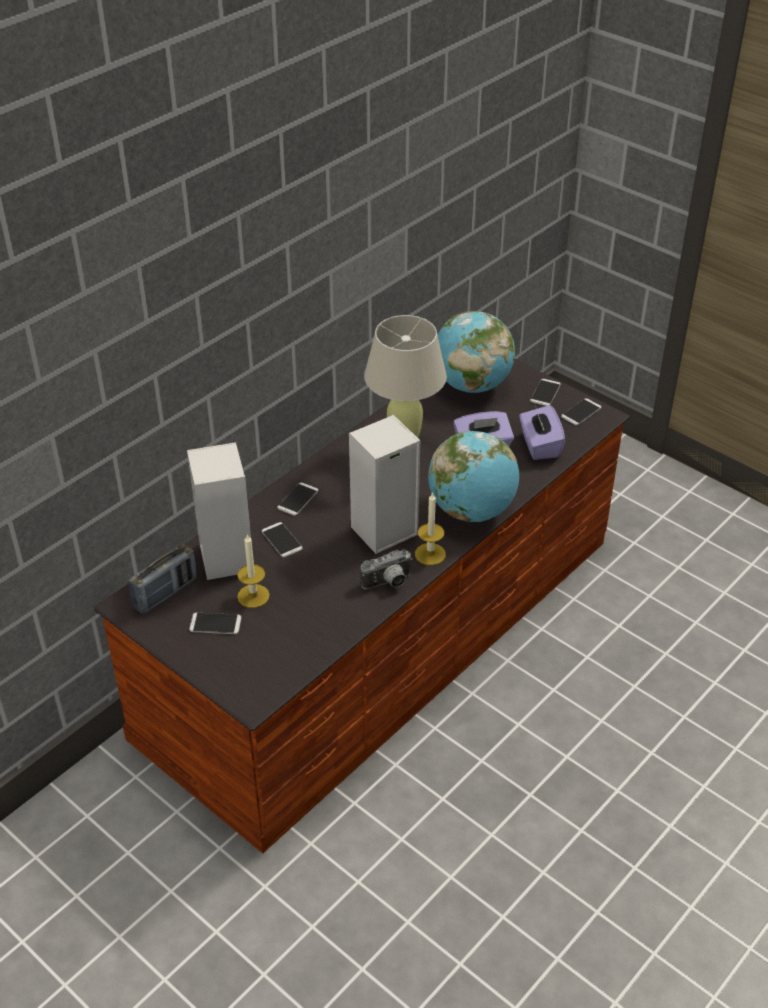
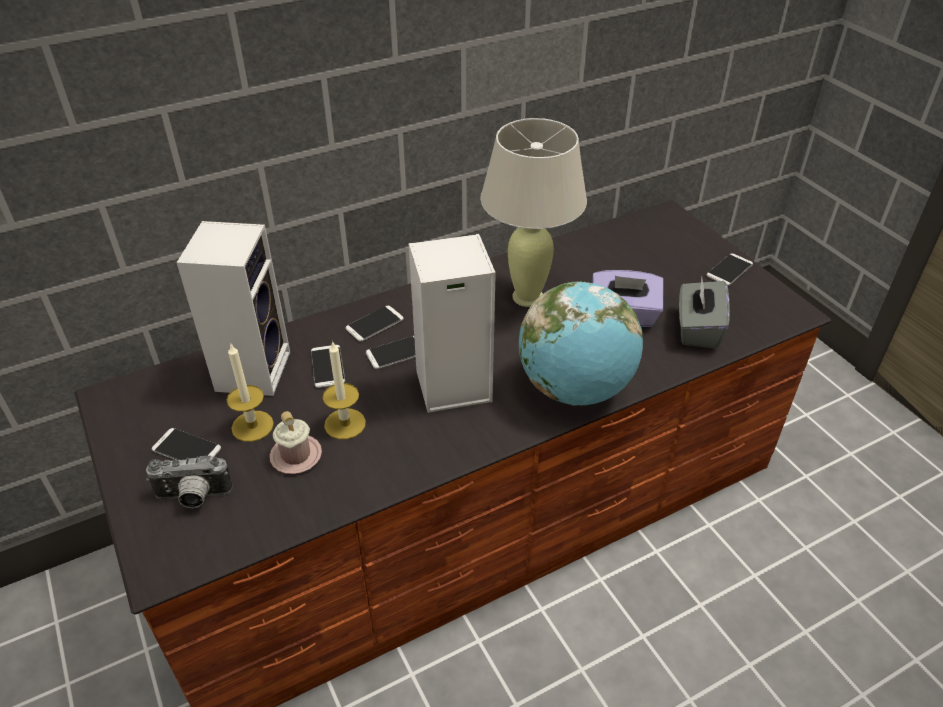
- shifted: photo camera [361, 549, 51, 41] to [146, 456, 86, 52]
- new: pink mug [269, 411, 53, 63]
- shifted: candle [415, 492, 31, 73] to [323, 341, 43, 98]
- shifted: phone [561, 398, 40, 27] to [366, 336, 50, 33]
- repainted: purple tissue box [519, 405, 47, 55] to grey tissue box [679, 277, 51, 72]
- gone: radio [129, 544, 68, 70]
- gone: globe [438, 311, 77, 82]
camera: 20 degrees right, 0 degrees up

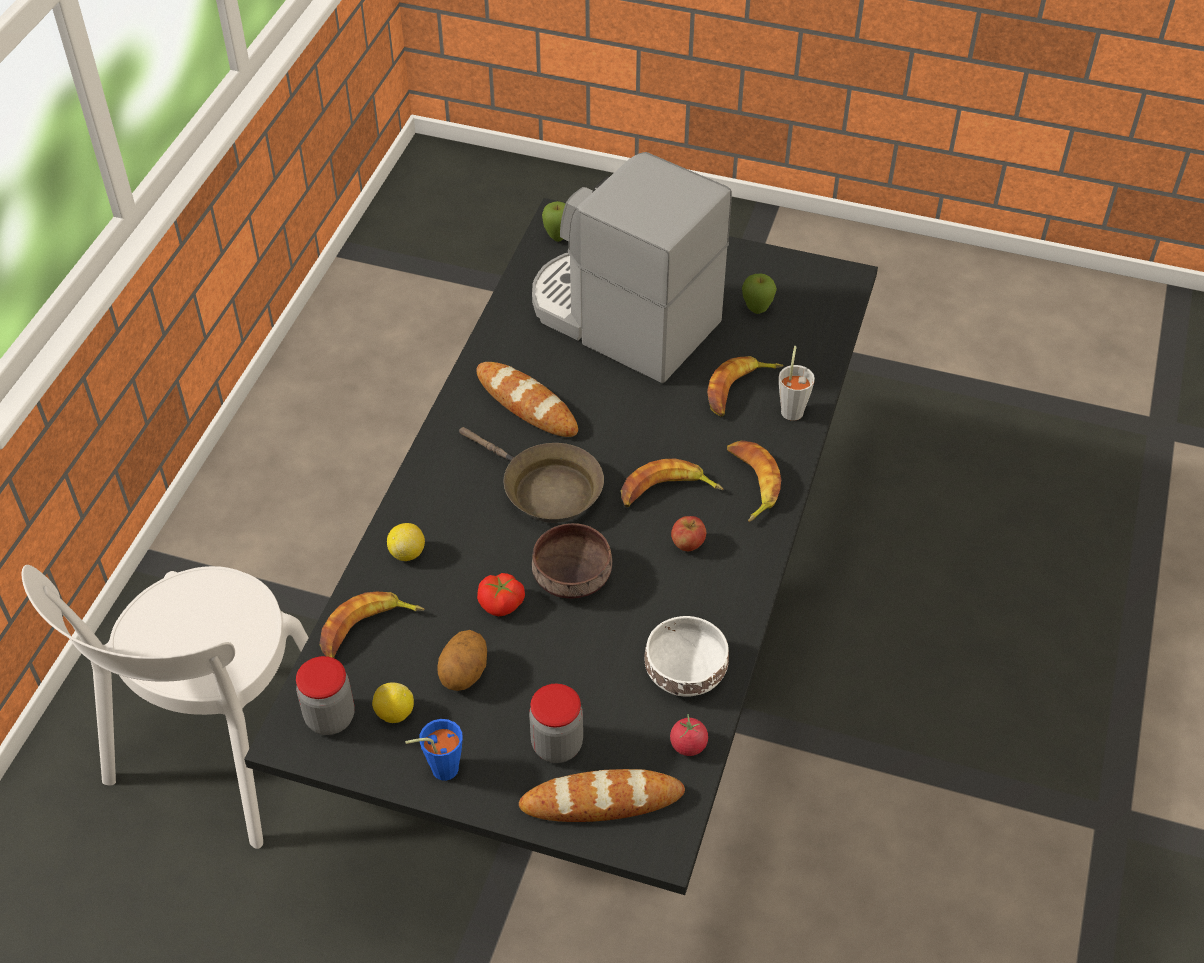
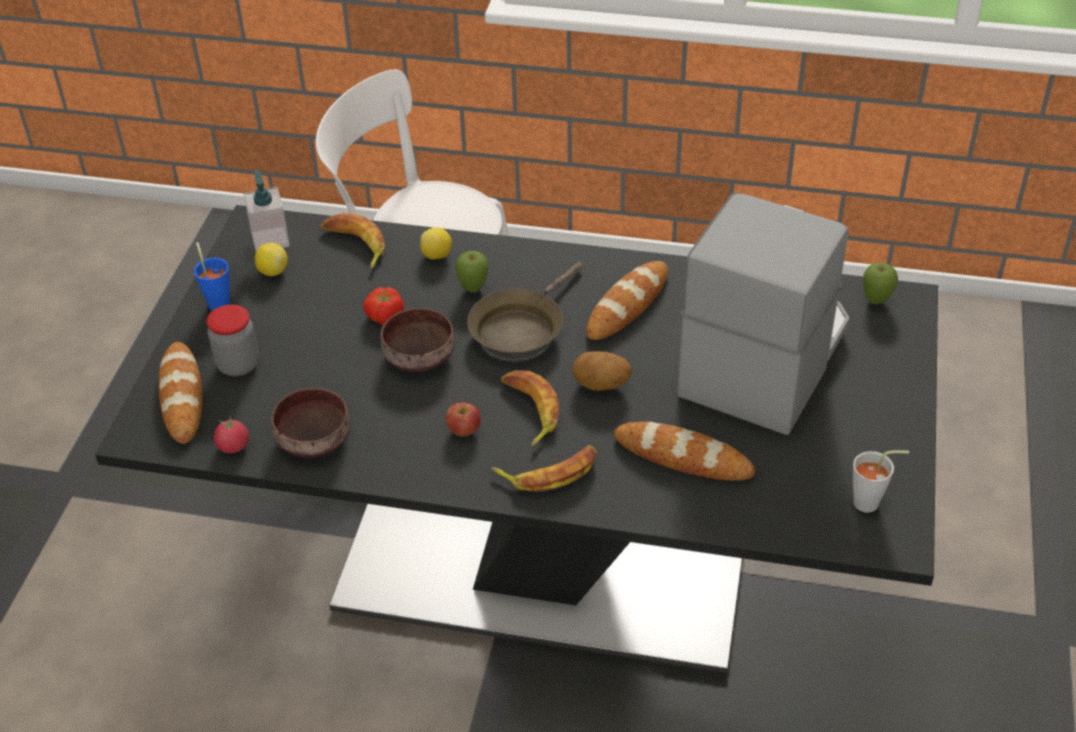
- swapped: jar [296, 656, 59, 79] to soap dispenser [244, 169, 46, 82]
- repainted: white bowl [644, 616, 85, 81] to brown bowl [271, 388, 79, 69]
- shifted: apple [742, 274, 35, 40] to [455, 251, 33, 42]
- shifted: potato [438, 630, 49, 61] to [572, 351, 60, 40]
- swapped: banana [707, 356, 76, 60] to bread [614, 422, 141, 59]
- shifted: grey cup [779, 346, 36, 75] to [853, 450, 56, 63]
camera: 85 degrees right, 5 degrees down

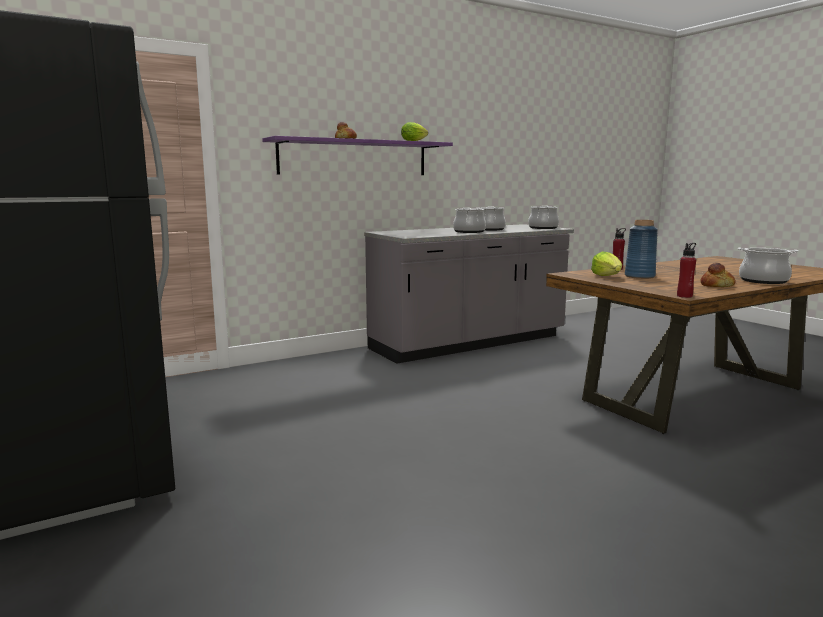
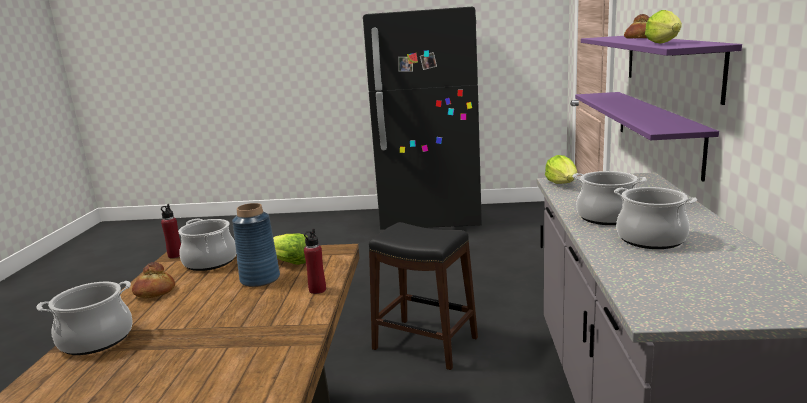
- shifted: cooking pot [528, 206, 31, 23] to [178, 218, 58, 53]
- new: black stool [369, 222, 109, 148]
- new: lettuce [545, 155, 32, 29]
- new: purple shelf [575, 92, 144, 89]
camera: 125 degrees right, 5 degrees up

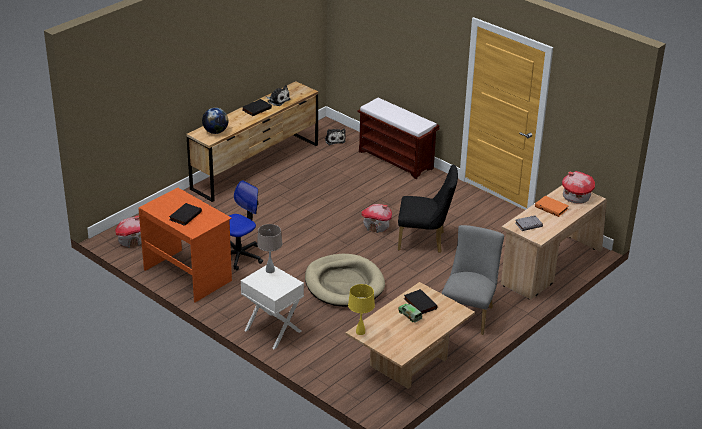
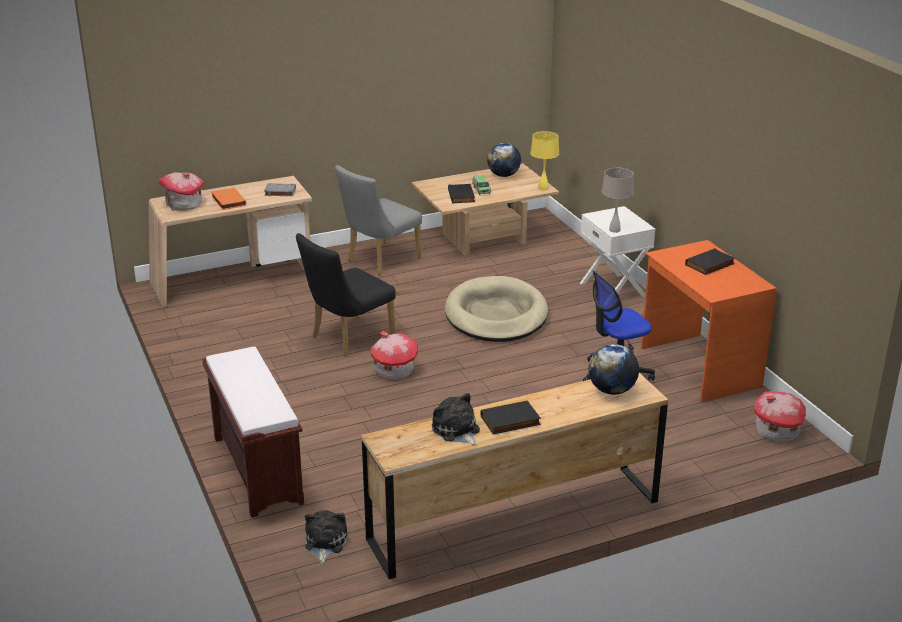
- rotated: black chair [398, 164, 60, 89] = [296, 233, 100, 124] 75 degrees counterclockwise
- new: globe [487, 143, 34, 34]
camera: 155 degrees left, 5 degrees down

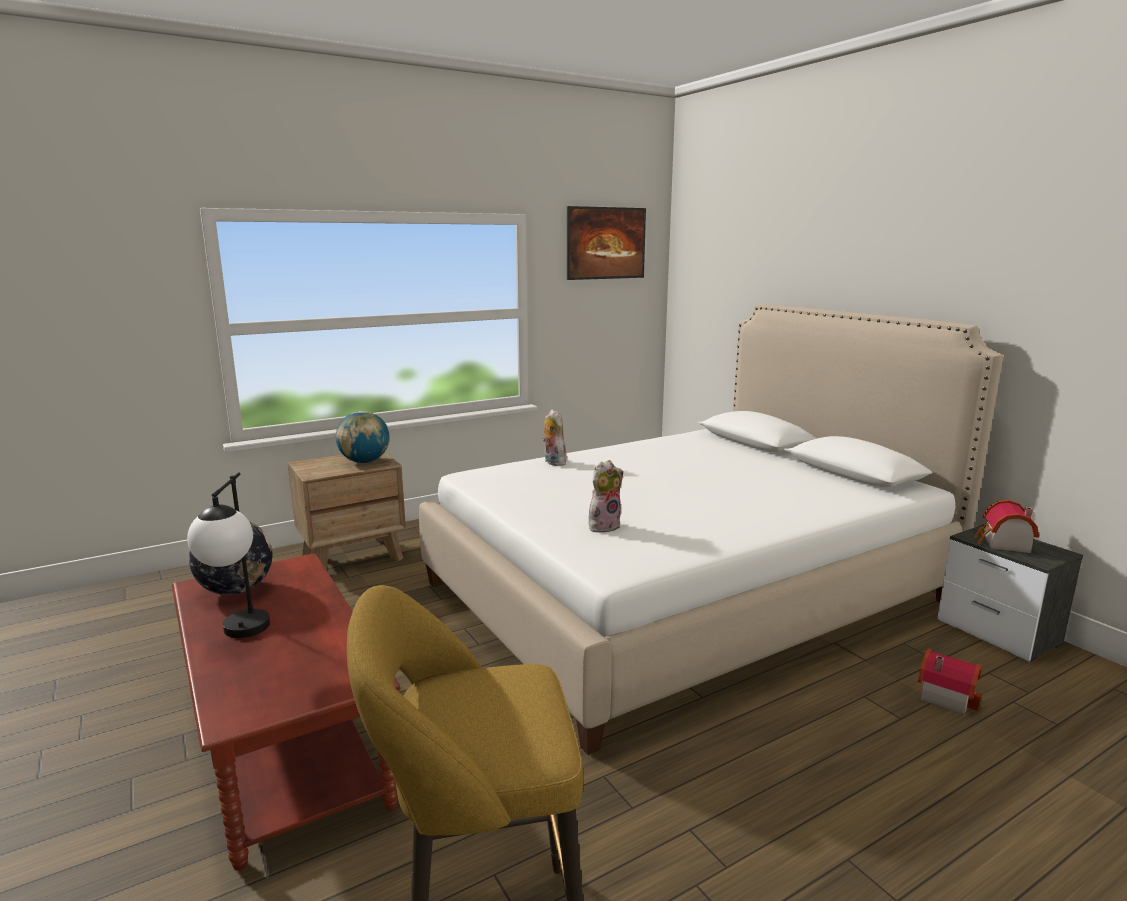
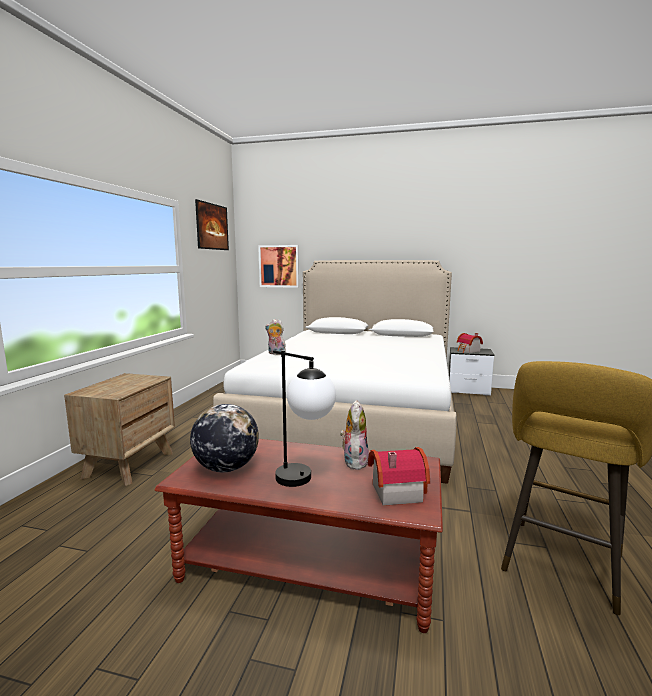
- new: picture [258, 245, 41, 43]
- shifted: plush toy [589, 460, 35, 73] to [340, 400, 29, 70]
- shifted: toy house [918, 649, 64, 66] to [368, 447, 62, 59]
- gone: globe [336, 411, 54, 52]
camera: 45 degrees left, 5 degrees down

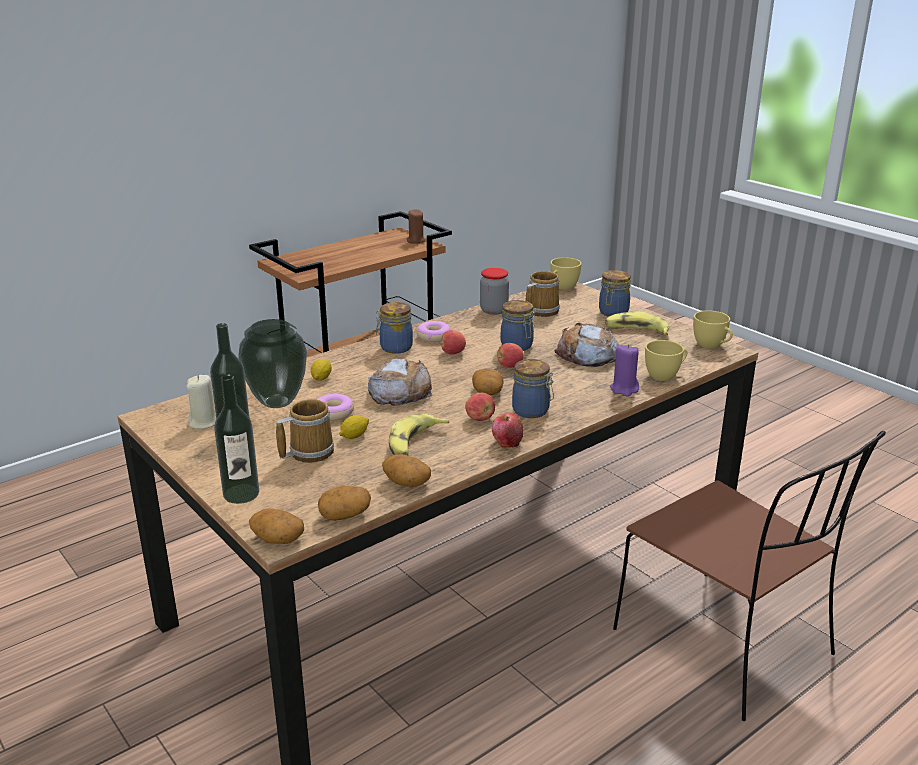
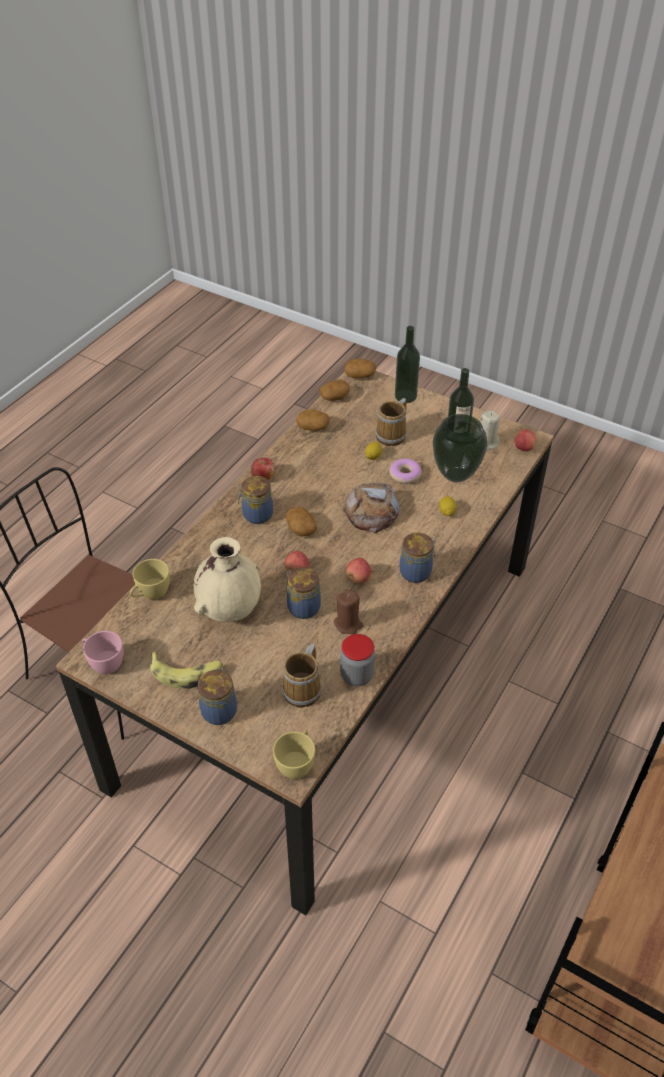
- repainted: yellow cup [693, 310, 40, 39] to pink cup [82, 631, 41, 43]
- swapped: bread [554, 323, 66, 44] to beige vase [194, 537, 67, 85]
- shifted: brown candle [406, 209, 19, 35] to [334, 590, 30, 45]
- shifted: apple [465, 393, 30, 28] to [515, 430, 22, 21]
- gone: banana [389, 413, 60, 43]
- gone: donut [416, 321, 35, 21]
- gone: purple candle [610, 344, 29, 53]
camera: 160 degrees right, 20 degrees up

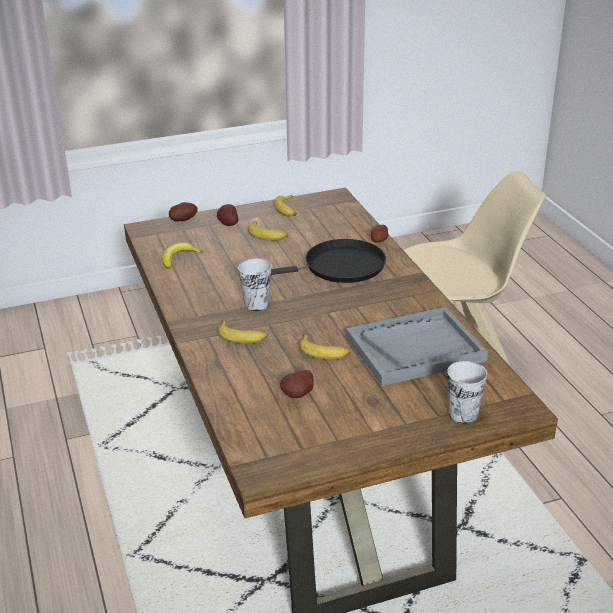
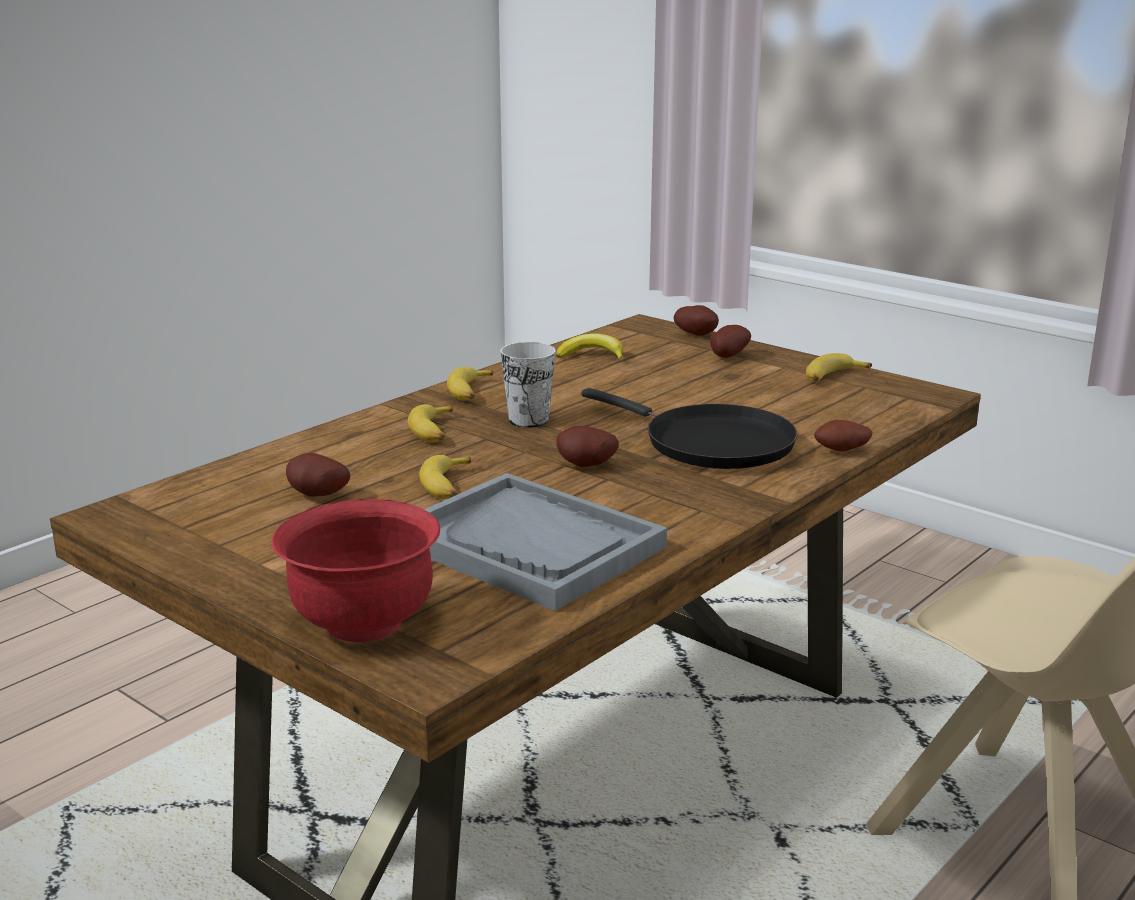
- swapped: cup [447, 361, 40, 63] to red bowl [272, 499, 168, 143]
- shifted: banana [248, 221, 40, 20] to [447, 367, 46, 34]
- new: potato [556, 426, 63, 41]
camera: 60 degrees right, 10 degrees down

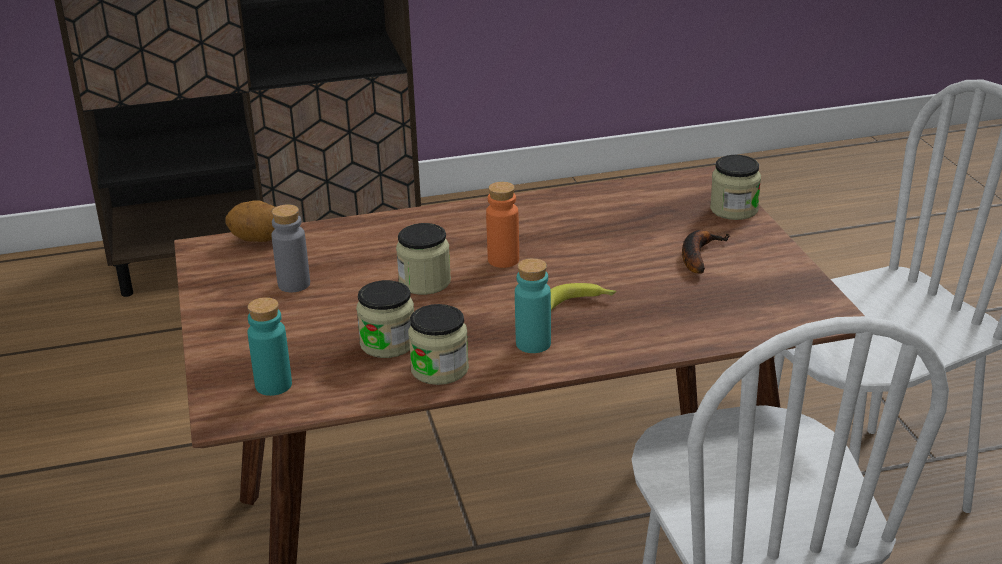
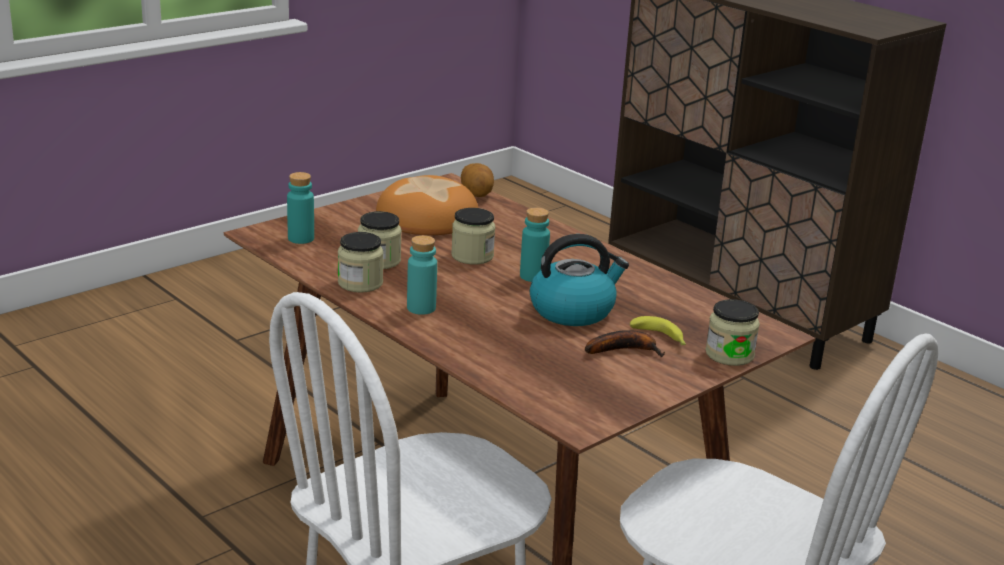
- swapped: grey bottle [271, 204, 39, 88] to bread [376, 175, 102, 60]
- repainted: orange bottle [486, 182, 33, 86] to turquoise bottle [520, 208, 30, 74]
- new: kettle [530, 234, 99, 92]
- shifted: banana [550, 283, 67, 28] to [630, 316, 56, 29]
camera: 60 degrees right, 5 degrees down

